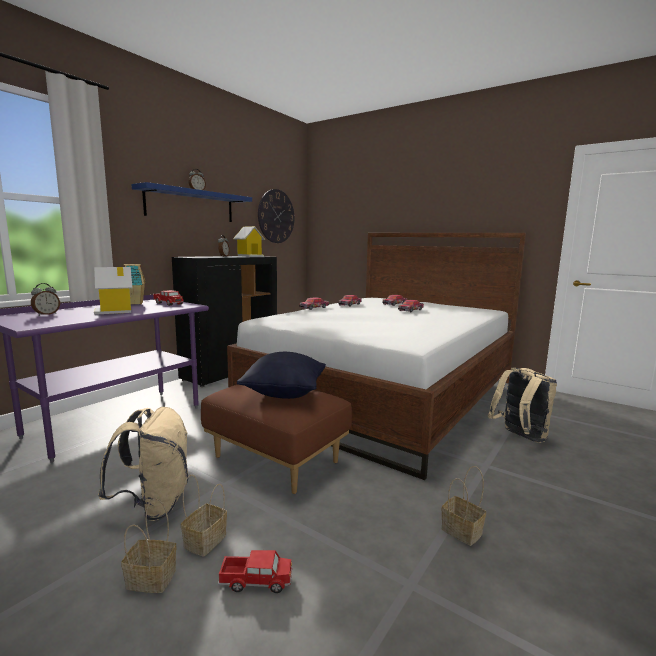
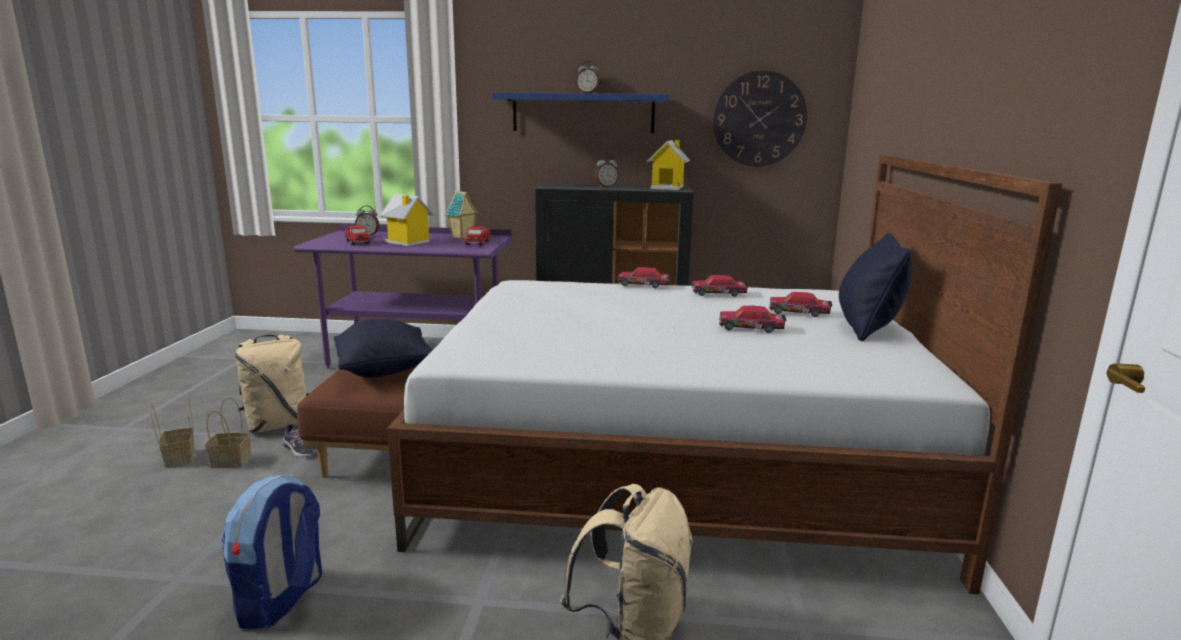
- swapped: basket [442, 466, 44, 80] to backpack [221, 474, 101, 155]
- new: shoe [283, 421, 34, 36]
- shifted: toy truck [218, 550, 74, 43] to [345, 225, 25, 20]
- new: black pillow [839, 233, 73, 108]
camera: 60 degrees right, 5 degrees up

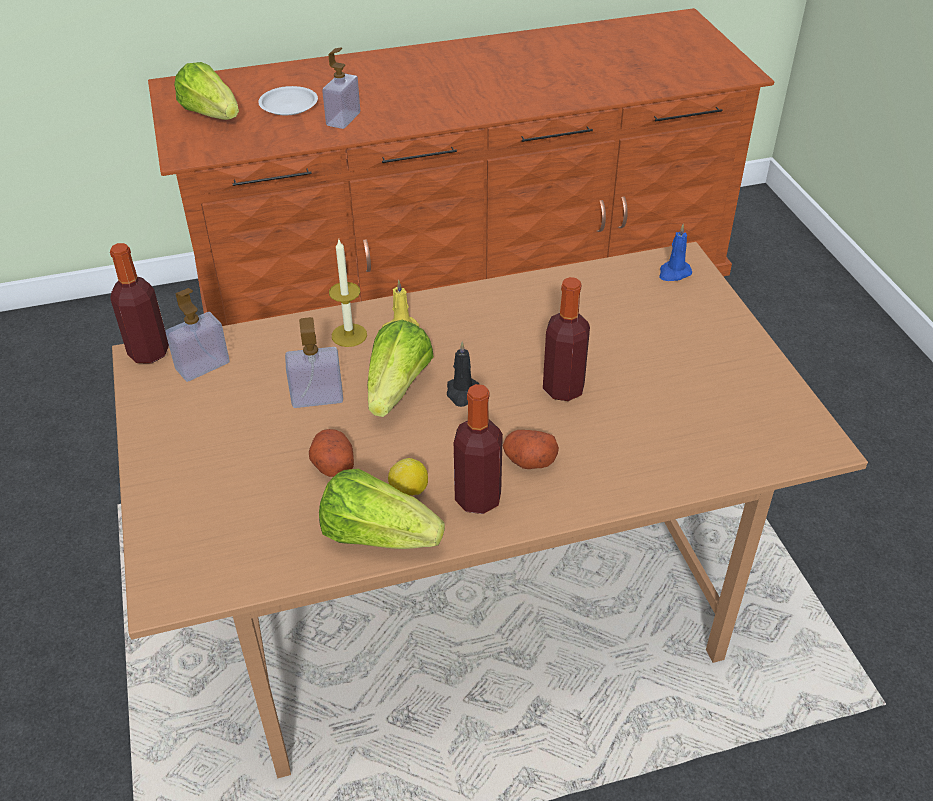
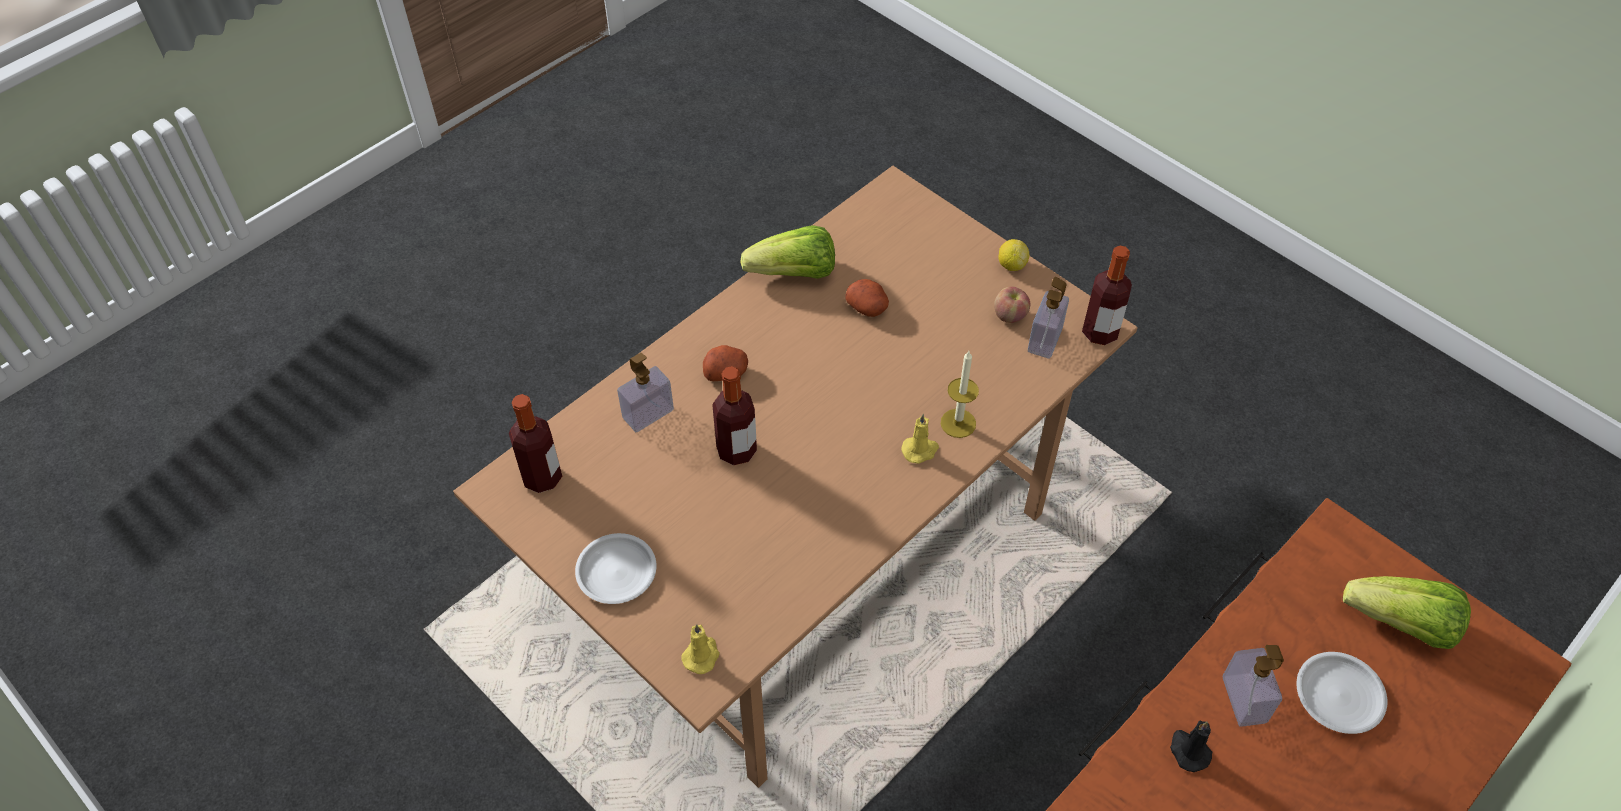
- shifted: bottle [454, 384, 49, 130] to [509, 394, 53, 99]
- new: white plate [575, 533, 81, 71]
- shifted: soap dispenser [285, 317, 58, 91] to [617, 353, 57, 79]
- repainted: blue candle [659, 224, 33, 57] to yellow candle [681, 624, 39, 50]
- new: apple [994, 286, 36, 37]
- shifted: lemon [388, 458, 40, 38] to [998, 239, 31, 32]
- shifted: black candle [447, 342, 33, 65] to [1170, 720, 42, 52]
- gone: lettuce [367, 320, 67, 97]
camera: 150 degrees right, 10 degrees up

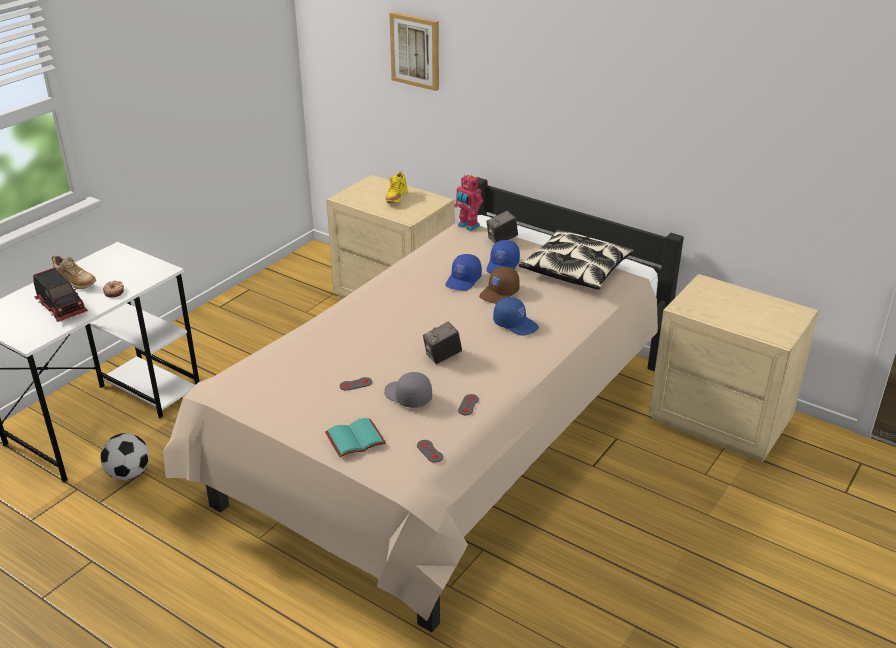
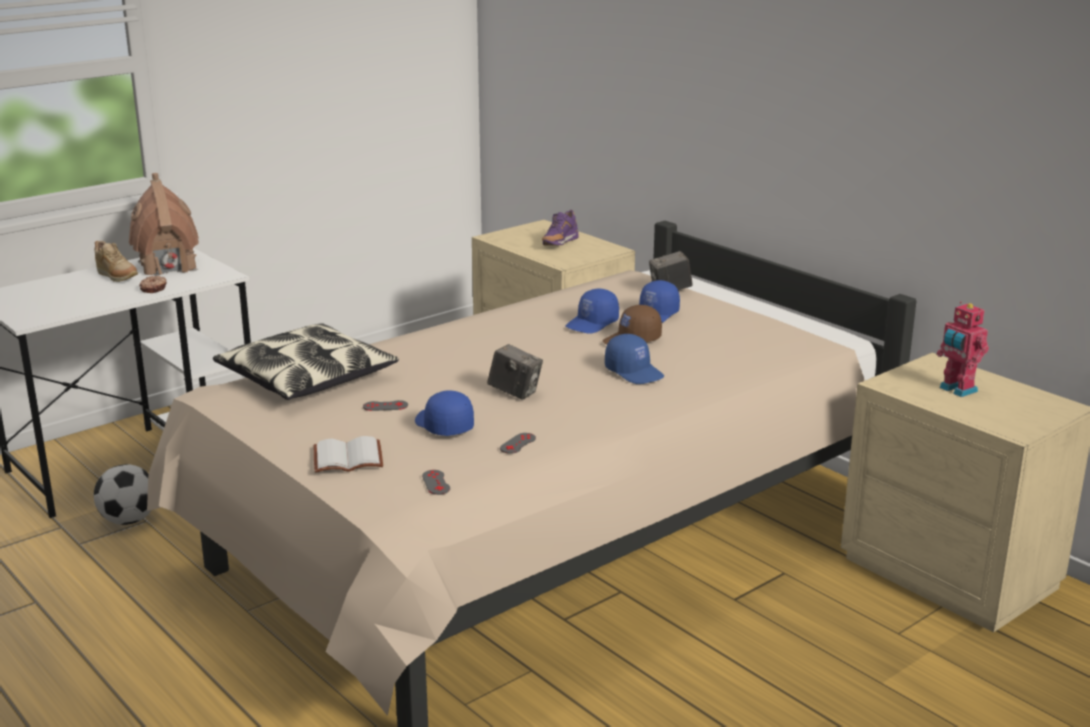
- new: toy house [129, 173, 70, 102]
- shifted: pillow [519, 229, 115, 61] to [213, 323, 186, 77]
- repainted: turquoise book [325, 418, 61, 39] to white book [314, 436, 69, 37]
- repainted: grey cap [384, 372, 48, 36] to blue cap [415, 390, 59, 46]
- rotated: photo camera [423, 322, 39, 42] = [487, 344, 56, 55] 135 degrees counterclockwise
- repainted: yellow shoe [386, 171, 22, 32] to purple shoe [542, 210, 37, 35]
- shifted: toy robot [454, 174, 29, 57] to [937, 301, 52, 96]
- gone: toy truck [33, 268, 55, 54]
- gone: picture [389, 12, 50, 79]
camera: 15 degrees right, 10 degrees down

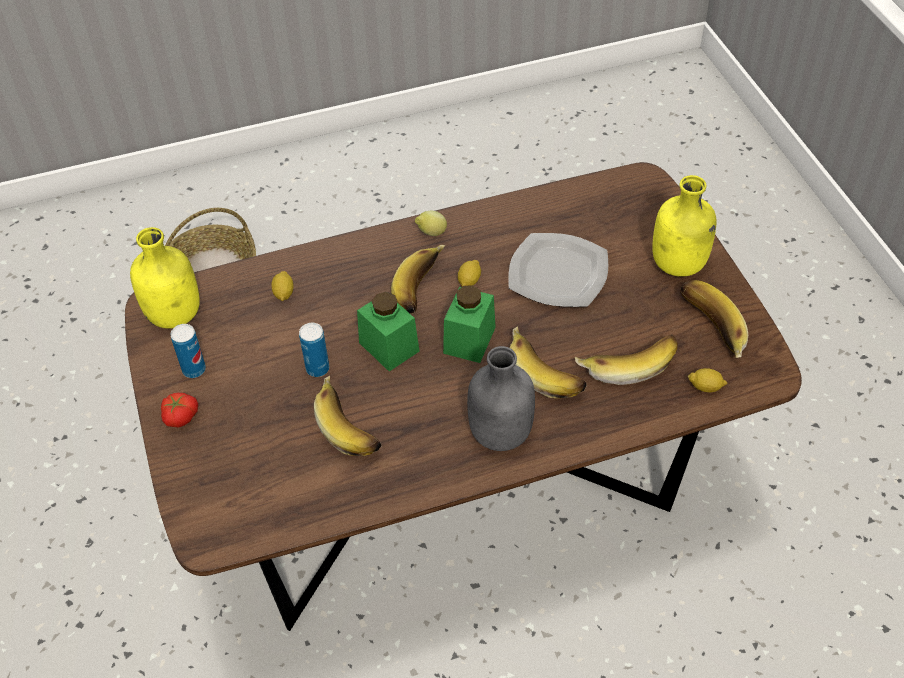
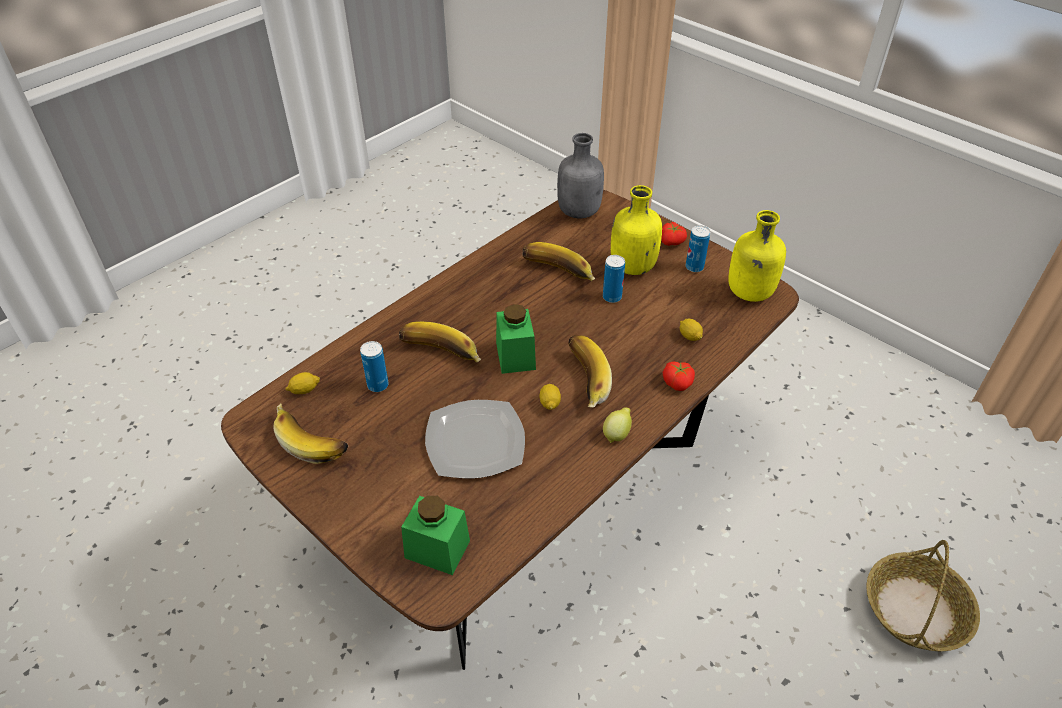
- swapped: banana [575, 334, 103, 51] to can [360, 341, 29, 51]
- shifted: green jar [357, 292, 62, 79] to [401, 496, 69, 79]
- shifted: grey bottle [467, 346, 68, 105] to [557, 133, 47, 85]
- shifted: yellow bottle [652, 175, 64, 102] to [611, 185, 51, 90]
- new: tomato [663, 361, 32, 30]
camera: 150 degrees right, 5 degrees down

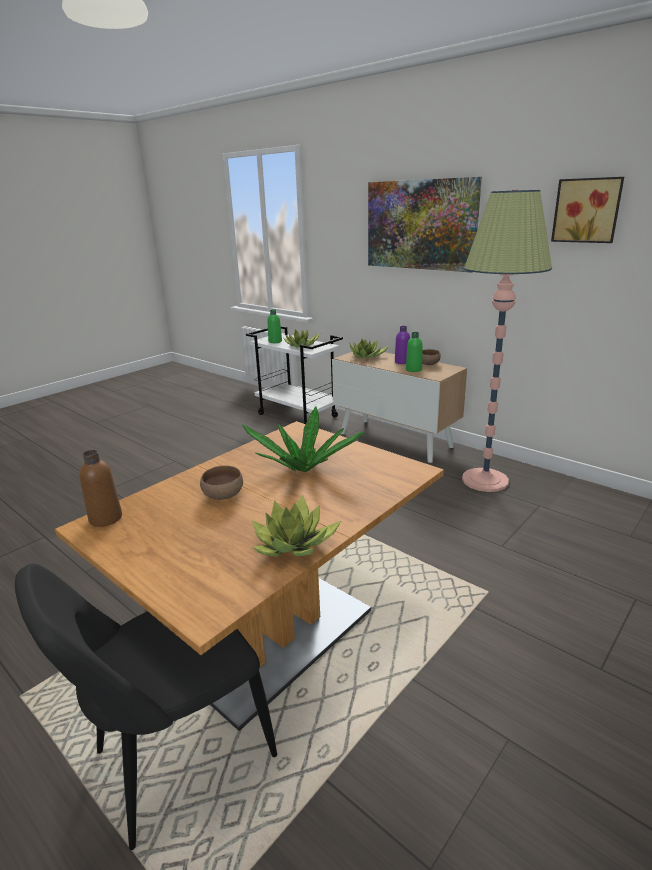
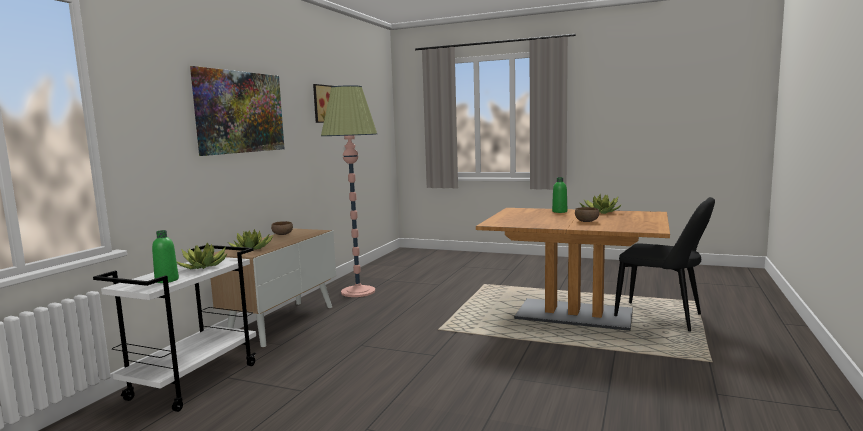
- shifted: green bottle [406, 332, 16, 40] to [552, 177, 15, 36]
- gone: brown bottle [79, 450, 43, 77]
- gone: potted plant [242, 406, 121, 66]
- gone: purple bottle [395, 326, 15, 38]
camera: 110 degrees left, 15 degrees down

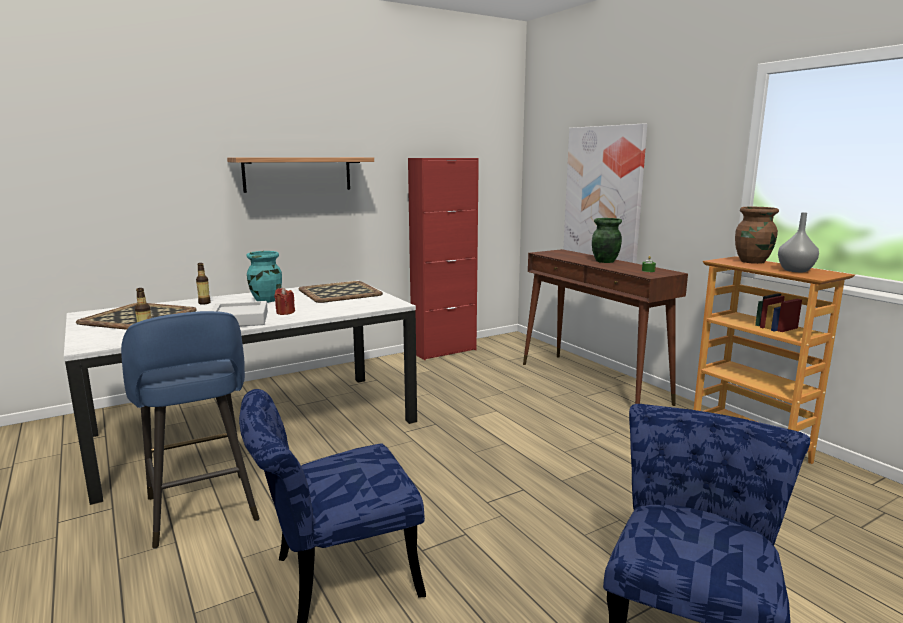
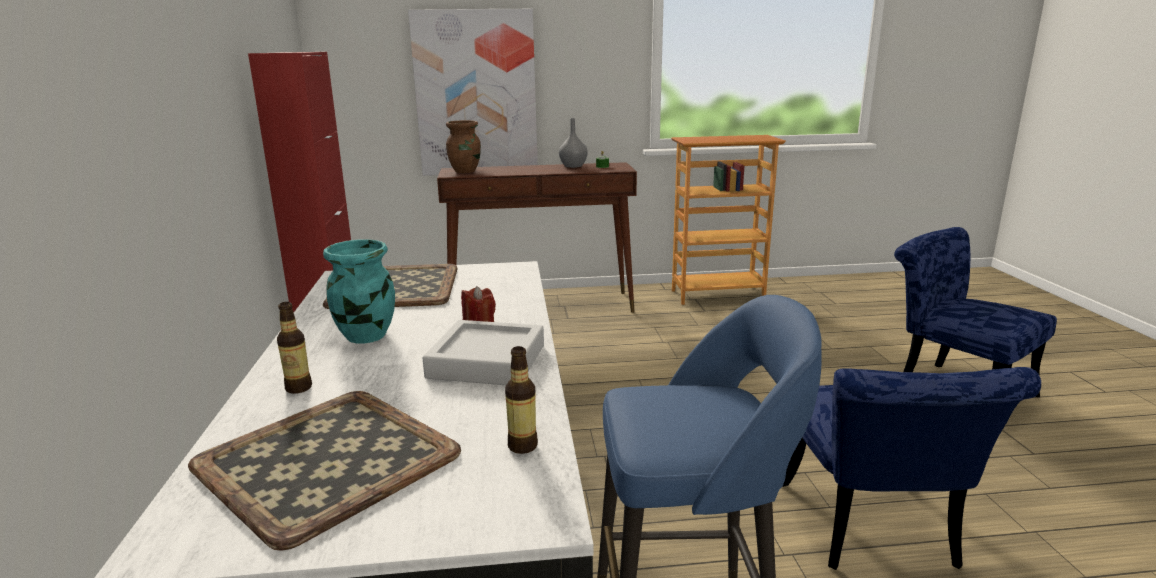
- shifted: brown vase [735, 207, 44, 57] to [446, 120, 35, 53]
- shifted: grey vase [778, 212, 41, 60] to [559, 118, 29, 50]
- gone: shelf [227, 157, 147, 36]
- gone: green vase [592, 218, 30, 45]
camera: 65 degrees left, 5 degrees up

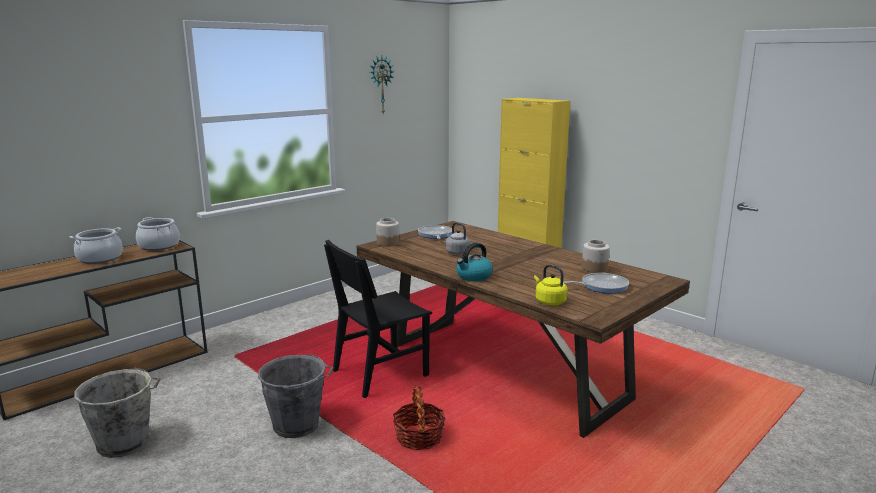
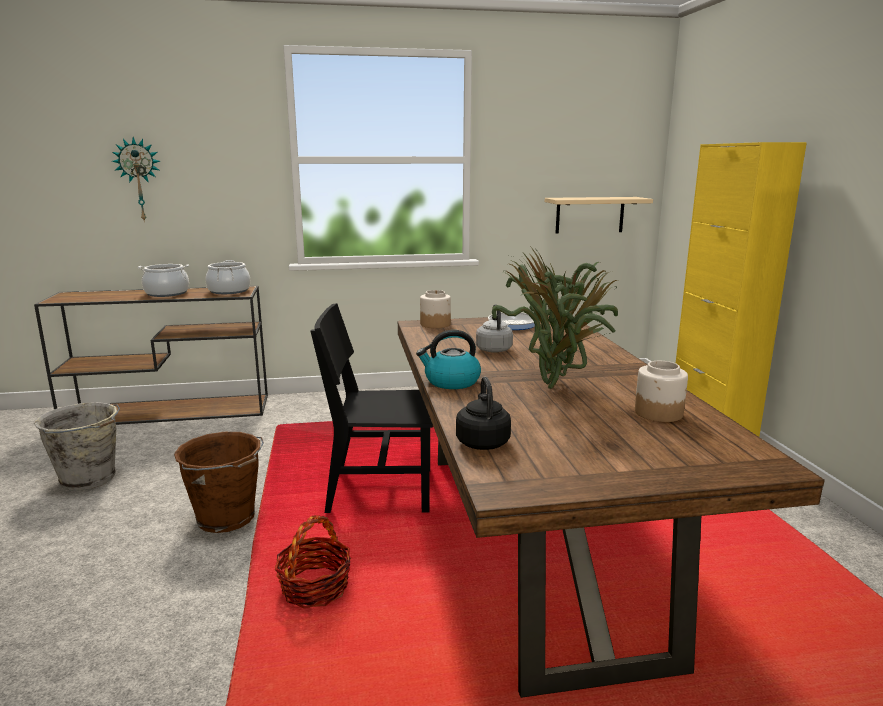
- shifted: wall clock [370, 56, 24, 58] to [112, 137, 48, 86]
- repainted: grey bucket [258, 354, 76, 84] to brown bucket [174, 432, 90, 101]
- repainted: yellow kettle [534, 264, 34, 41] to black kettle [456, 377, 55, 73]
- new: potted plant [492, 246, 126, 143]
- new: beige shelf [545, 197, 108, 37]
- gone: frying pan [563, 273, 66, 20]
camera: 35 degrees right, 0 degrees up

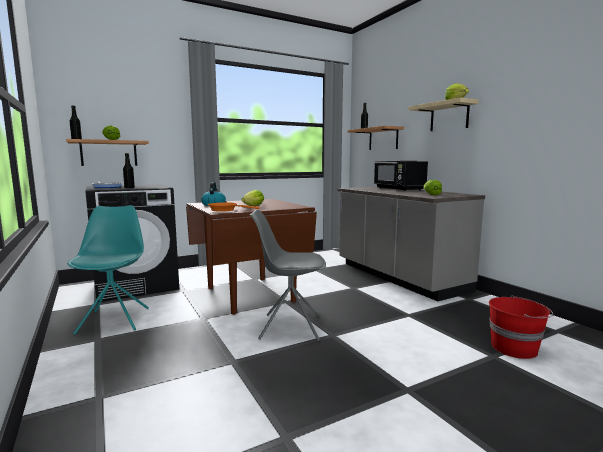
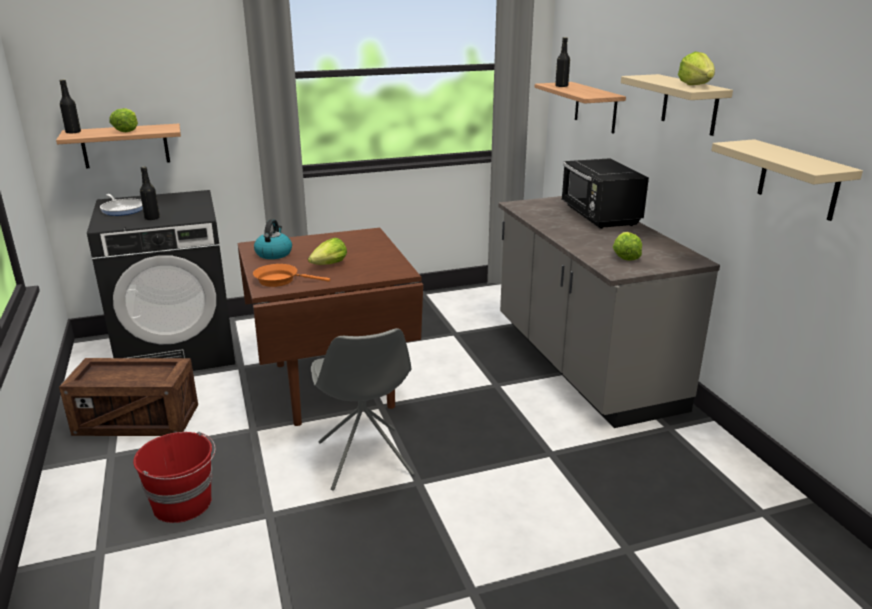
- swapped: turquoise chair [67, 205, 82, 130] to crate [59, 358, 139, 78]
- shifted: red bucket [489, 295, 64, 64] to [133, 432, 83, 91]
- rotated: grey chair [249, 209, 77, 132] = [311, 328, 103, 163] 120 degrees counterclockwise
- new: beige shelf [711, 139, 152, 82]
camera: 10 degrees right, 15 degrees up

